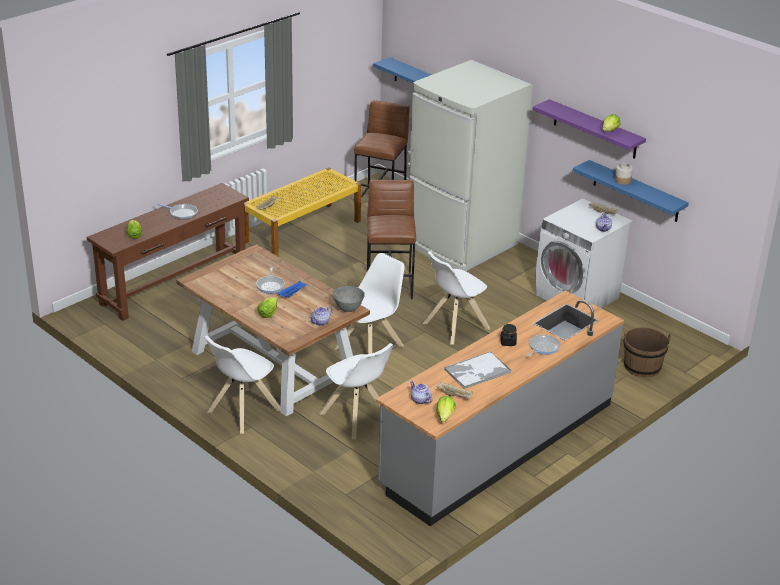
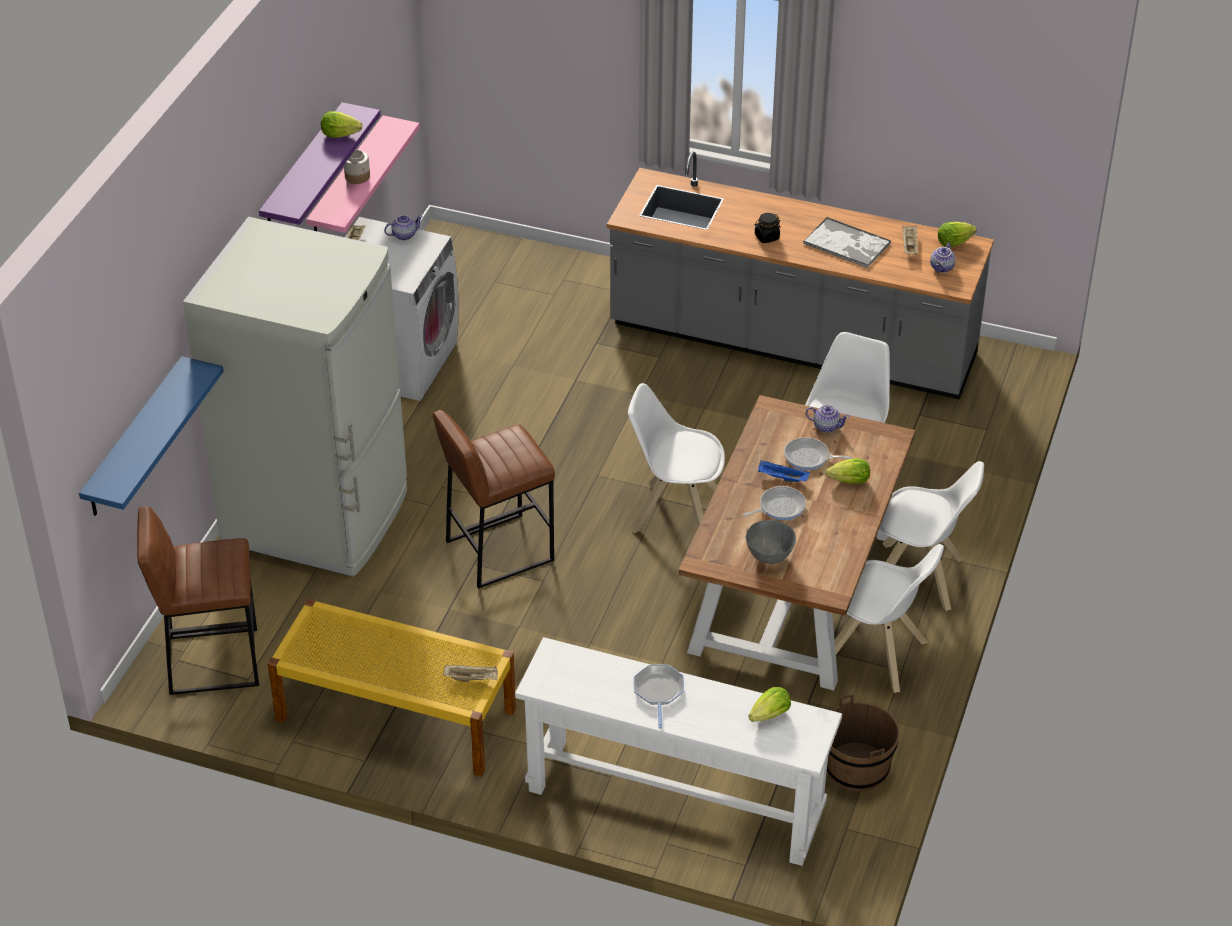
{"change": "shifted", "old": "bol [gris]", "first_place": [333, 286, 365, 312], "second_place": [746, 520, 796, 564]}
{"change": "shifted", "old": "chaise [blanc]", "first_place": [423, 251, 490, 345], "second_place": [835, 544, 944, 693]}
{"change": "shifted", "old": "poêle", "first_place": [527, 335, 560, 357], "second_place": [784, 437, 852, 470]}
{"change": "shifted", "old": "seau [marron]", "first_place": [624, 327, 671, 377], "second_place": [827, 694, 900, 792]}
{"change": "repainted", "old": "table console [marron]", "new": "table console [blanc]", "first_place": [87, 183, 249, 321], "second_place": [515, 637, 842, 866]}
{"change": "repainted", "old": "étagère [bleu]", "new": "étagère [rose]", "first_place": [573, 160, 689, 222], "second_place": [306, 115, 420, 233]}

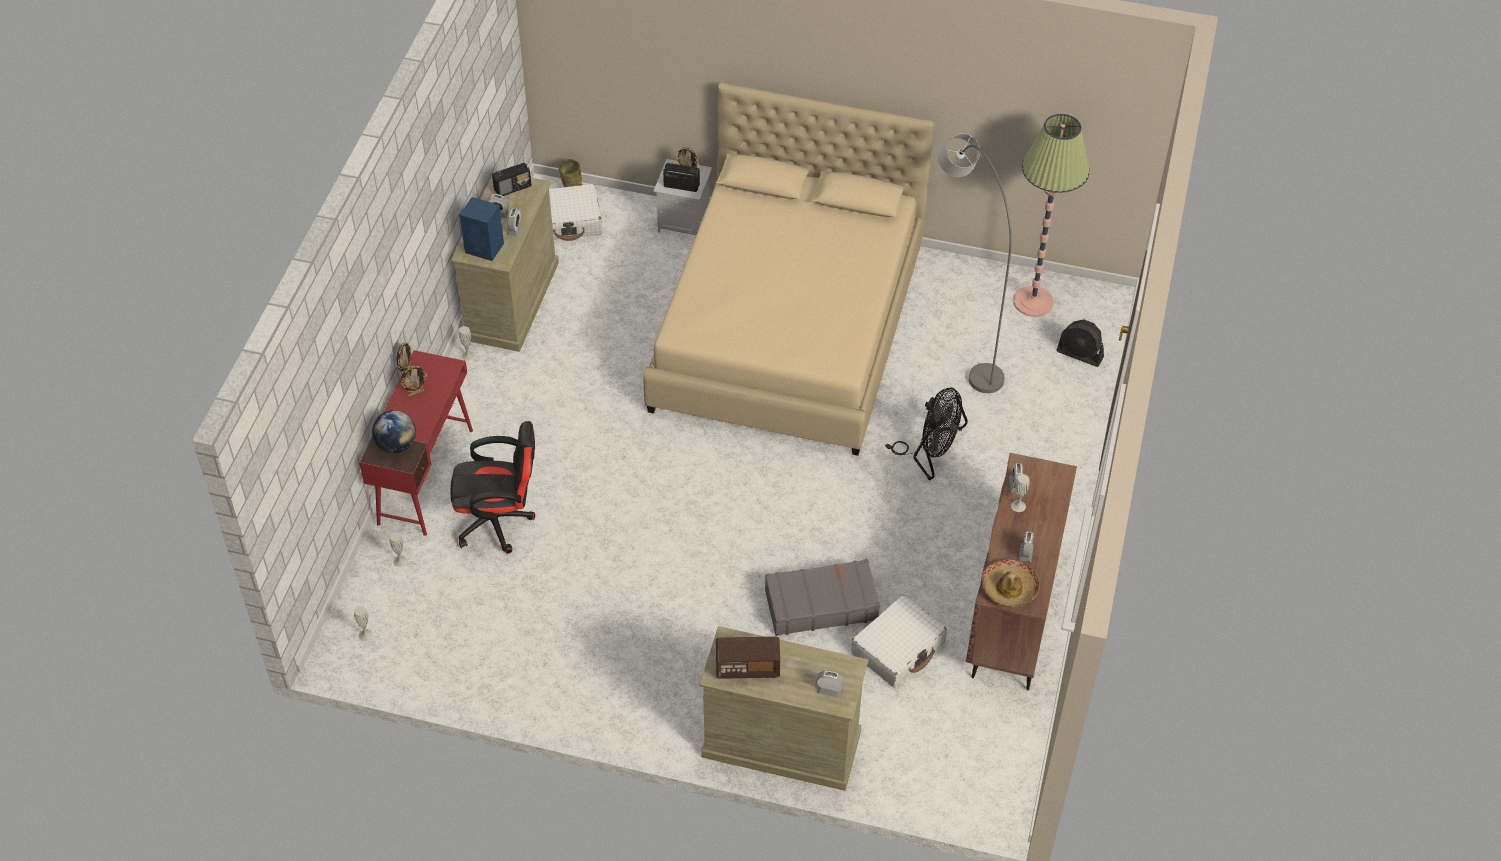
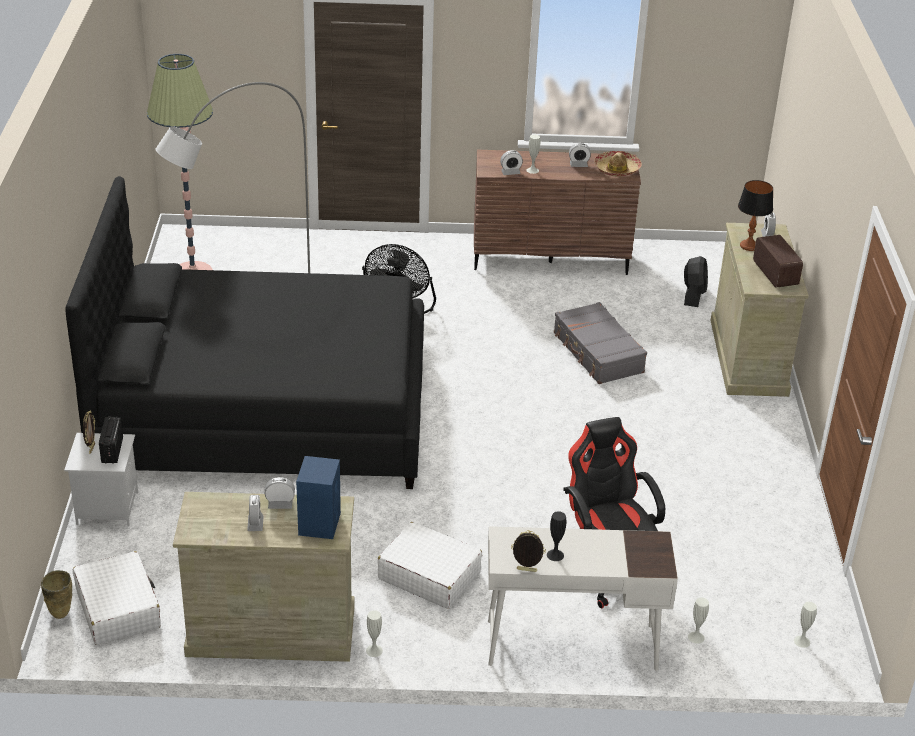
{"change": "gone", "old": "globe", "first_place": [372, 410, 416, 453]}
{"change": "gone", "old": "radio", "first_place": [492, 163, 531, 196]}
{"change": "new", "new": "lampe de table", "second_place": [738, 180, 773, 251]}
{"change": "shifted", "old": "valise [blanc]", "first_place": [851, 595, 947, 687], "second_place": [377, 522, 482, 609]}
{"change": "shifted", "old": "ventilateur [noir]", "first_place": [1056, 319, 1104, 367], "second_place": [684, 256, 708, 307]}
{"change": "swapped", "old": "cadre photo", "new": "vase [noir]", "first_place": [401, 365, 427, 396], "second_place": [547, 511, 566, 561]}
{"change": "repainted", "old": "bureau [rouge]", "new": "bureau [blanc]", "first_place": [359, 350, 473, 536], "second_place": [488, 526, 678, 671]}
{"change": "repainted", "old": "lit [beige]", "new": "lit [noir]", "first_place": [643, 82, 934, 456], "second_place": [65, 176, 424, 489]}

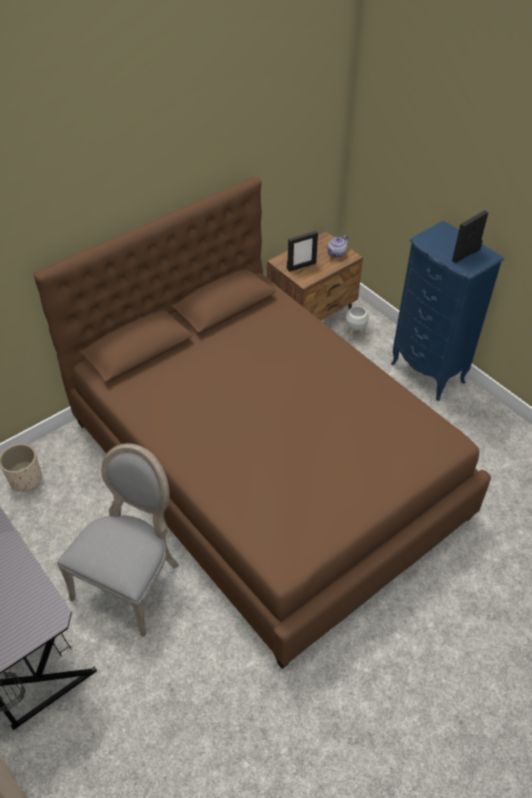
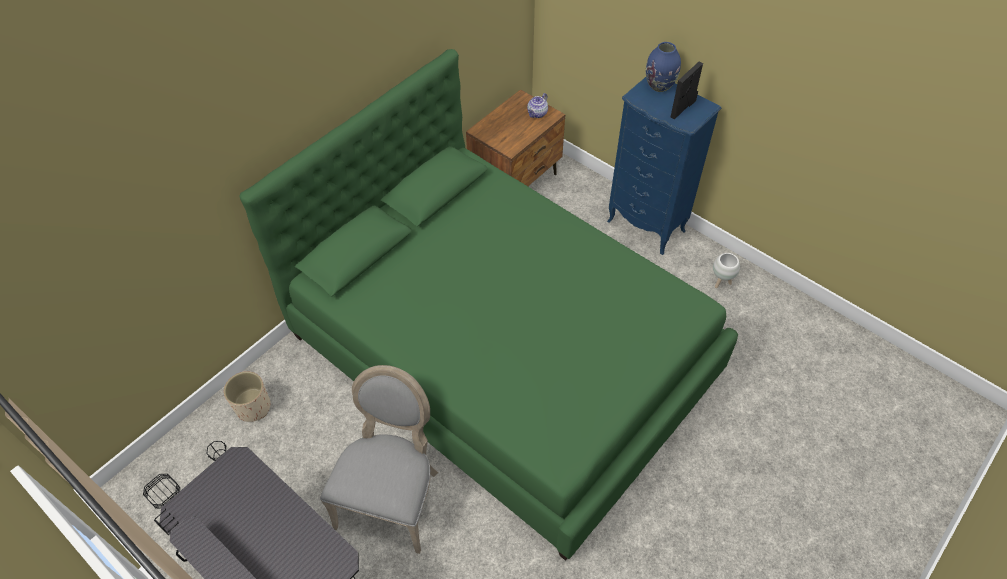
{"change": "gone", "old": "cadre photo", "first_place": [287, 231, 318, 272]}
{"change": "new", "new": "vase [bleu]", "second_place": [646, 42, 681, 92]}
{"change": "shifted", "old": "cache-pot [blanc]", "first_place": [346, 306, 368, 338], "second_place": [713, 253, 740, 288]}
{"change": "repainted", "old": "lit [marron]", "new": "lit [vert]", "first_place": [34, 176, 491, 669], "second_place": [240, 49, 738, 561]}

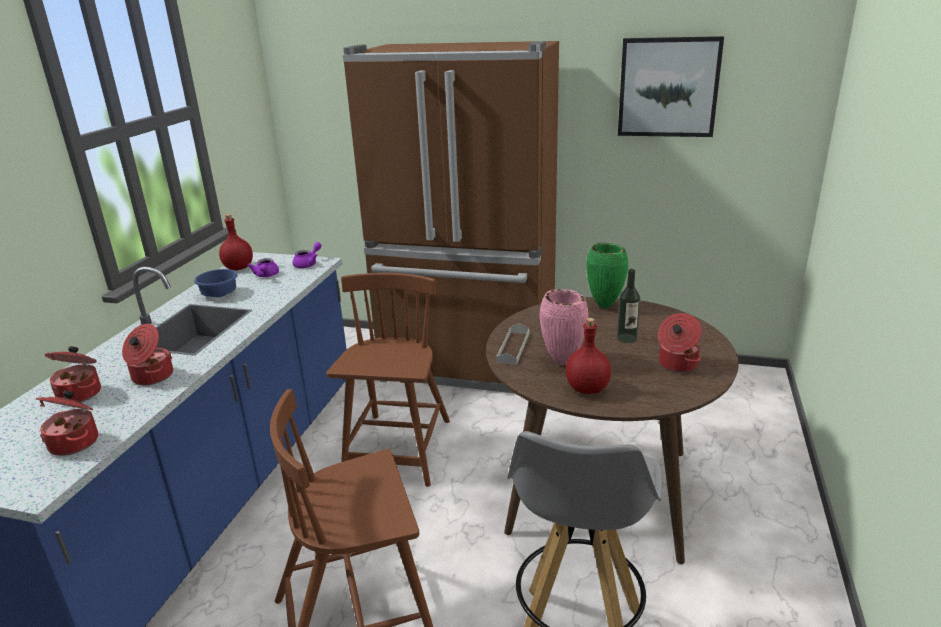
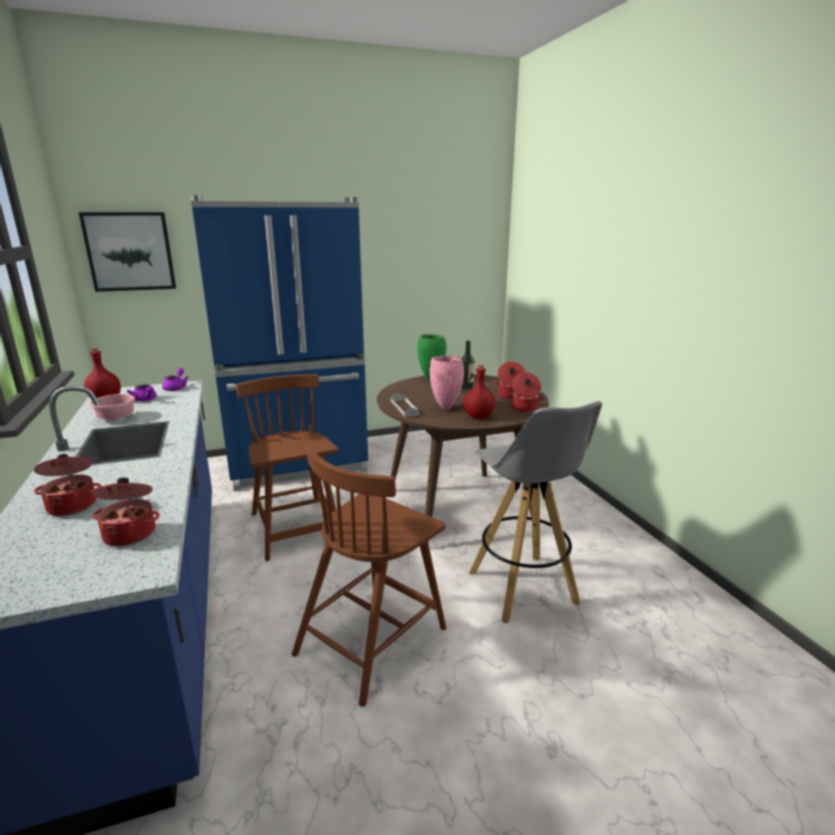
{"change": "shifted", "old": "marmite", "first_place": [122, 324, 173, 385], "second_place": [506, 372, 545, 413]}
{"change": "shifted", "old": "tableau", "first_place": [618, 36, 724, 137], "second_place": [79, 212, 176, 292]}
{"change": "repainted", "old": "bol [bleu]", "new": "bol [rose]", "first_place": [194, 269, 238, 297], "second_place": [89, 394, 135, 420]}
{"change": "repainted", "old": "réfrigérateur [marron]", "new": "réfrigérateur [bleu]", "first_place": [343, 41, 559, 393], "second_place": [191, 195, 368, 491]}

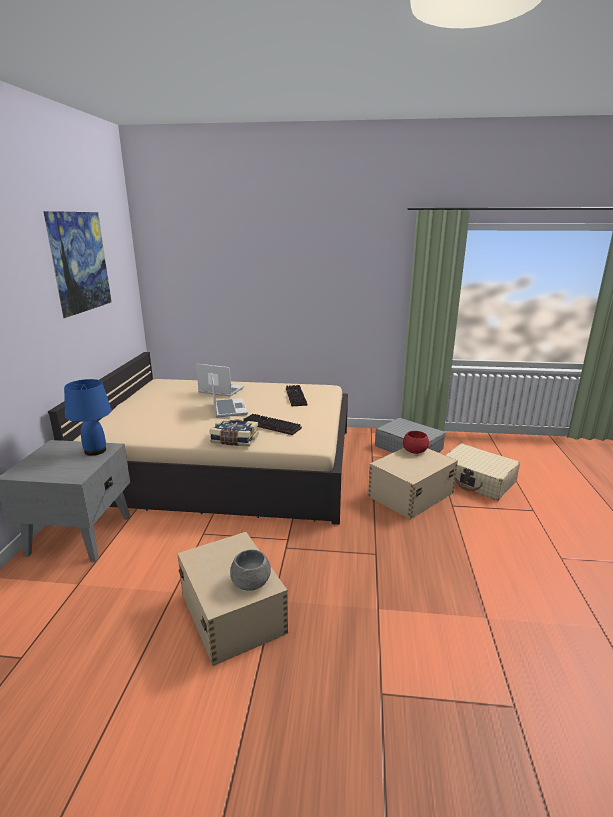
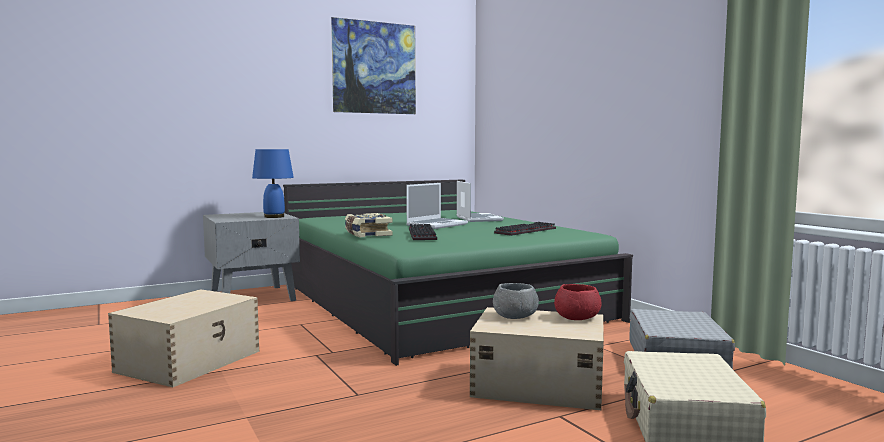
{"change": "shifted", "old": "bol [gris]", "first_place": [230, 550, 271, 591], "second_place": [493, 283, 539, 319]}
{"change": "repainted", "old": "lit [beige]", "new": "lit [vert]", "first_place": [48, 352, 348, 525], "second_place": [283, 180, 633, 366]}

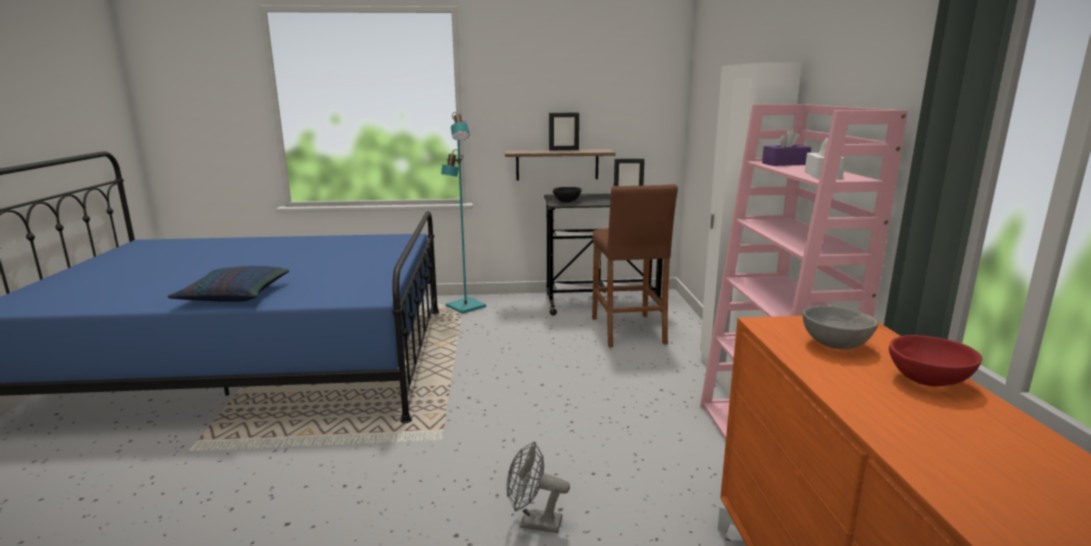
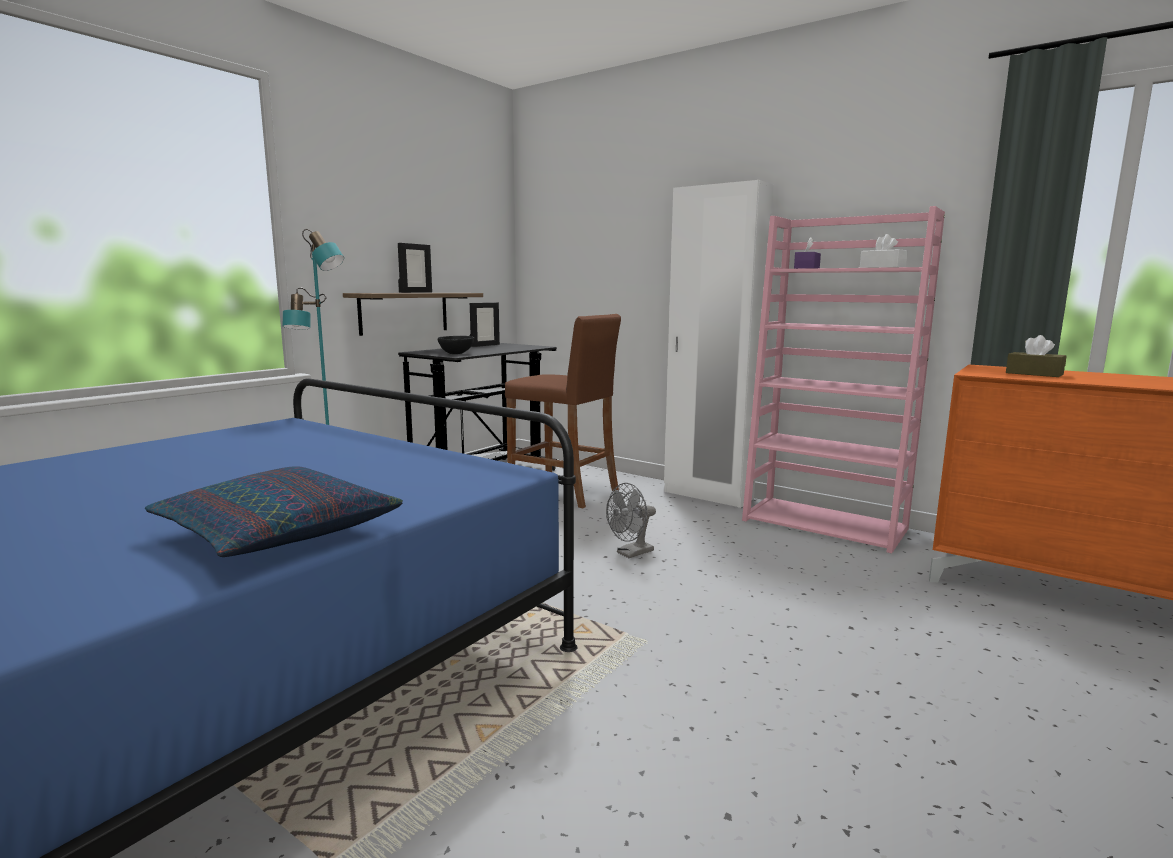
{"change": "gone", "old": "bol [rouge]", "first_place": [889, 335, 982, 386]}
{"change": "shifted", "old": "ventilateur [gris]", "first_place": [507, 441, 570, 533], "second_place": [606, 483, 656, 558]}
{"change": "swapped", "old": "bol [gris]", "new": "boîte à mouchoirs [marron]", "first_place": [803, 306, 878, 349], "second_place": [1006, 335, 1066, 377]}

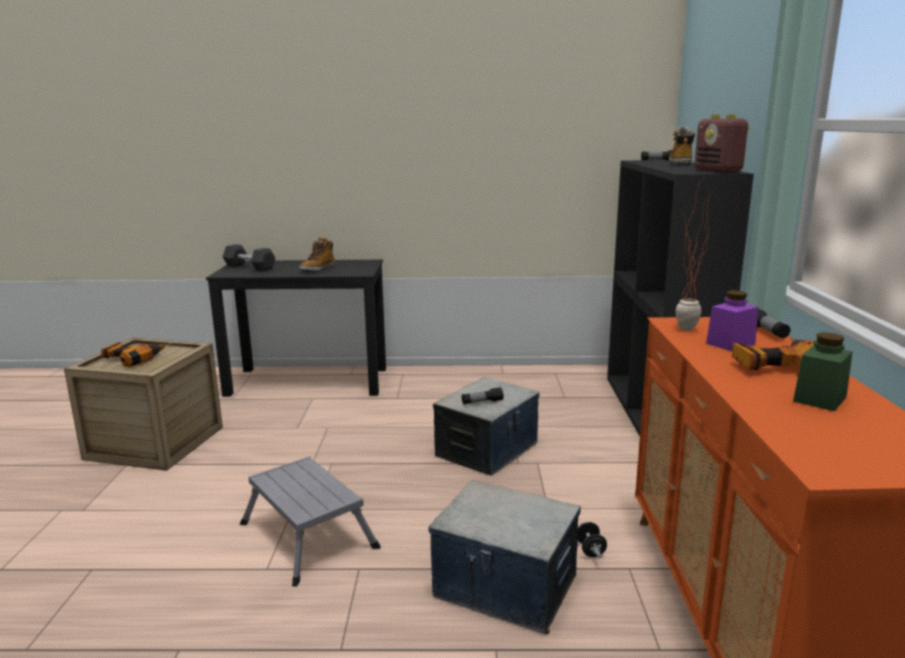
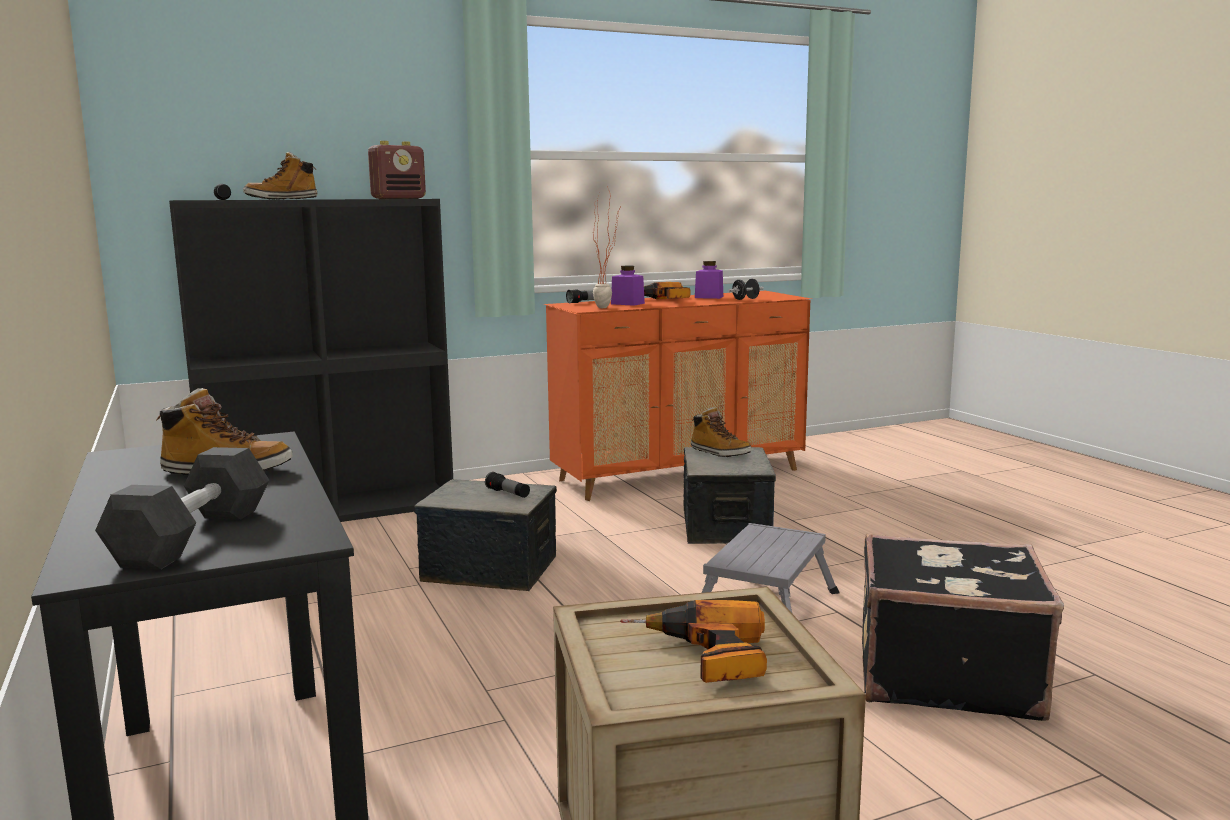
{"change": "new", "new": "botte", "second_place": [691, 407, 752, 457]}
{"change": "new", "new": "valise [noir]", "second_place": [862, 534, 1064, 721]}
{"change": "shifted", "old": "haltère [noir]", "first_place": [577, 522, 607, 558], "second_place": [728, 279, 764, 300]}
{"change": "repainted", "old": "bocal [vert]", "new": "bocal [violet]", "first_place": [793, 332, 853, 412], "second_place": [695, 261, 723, 299]}

